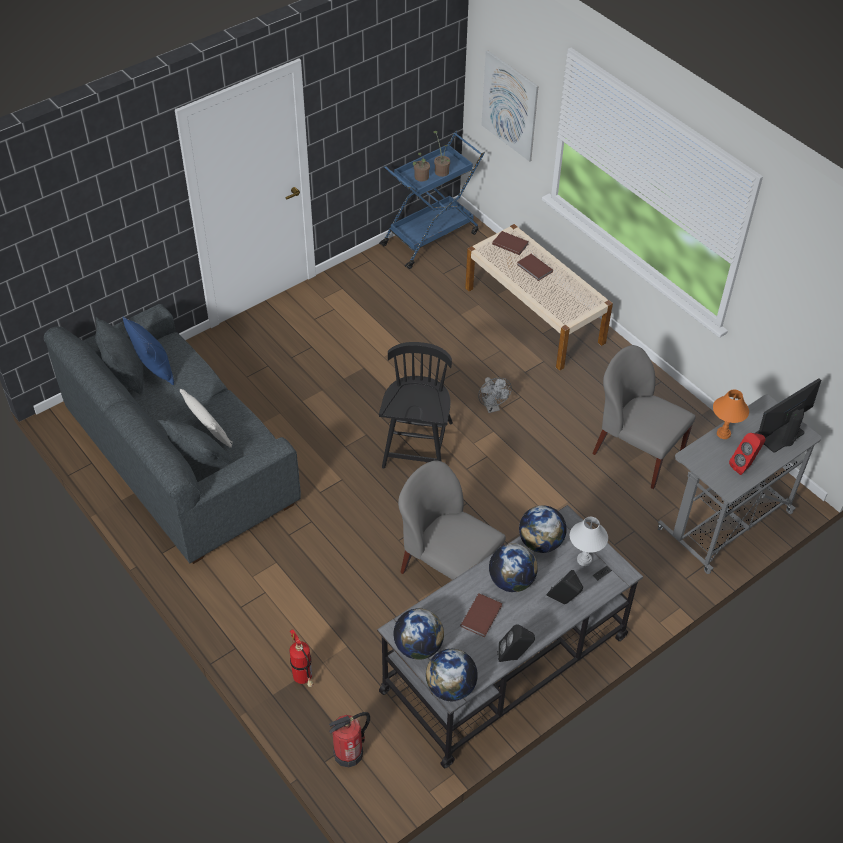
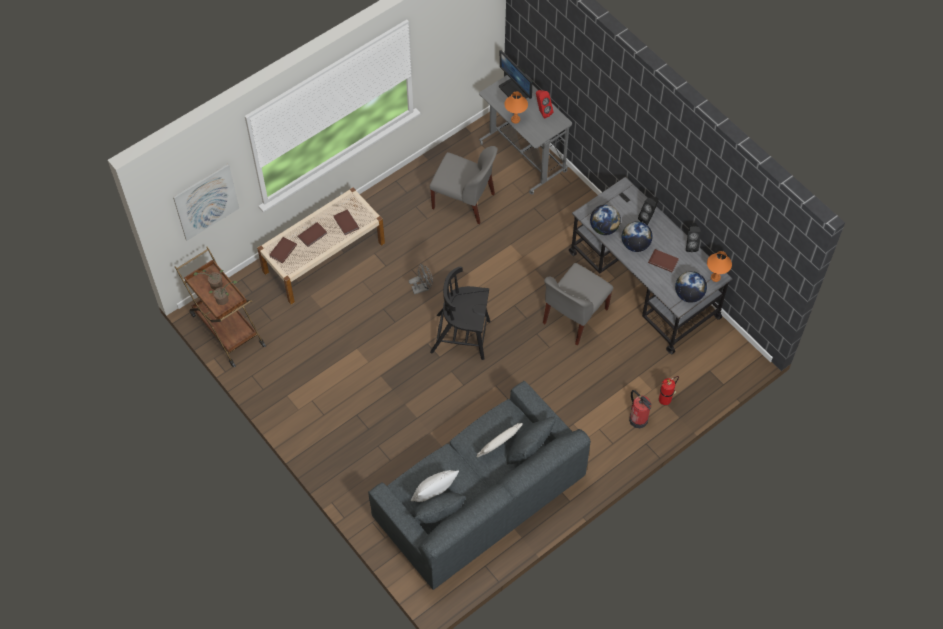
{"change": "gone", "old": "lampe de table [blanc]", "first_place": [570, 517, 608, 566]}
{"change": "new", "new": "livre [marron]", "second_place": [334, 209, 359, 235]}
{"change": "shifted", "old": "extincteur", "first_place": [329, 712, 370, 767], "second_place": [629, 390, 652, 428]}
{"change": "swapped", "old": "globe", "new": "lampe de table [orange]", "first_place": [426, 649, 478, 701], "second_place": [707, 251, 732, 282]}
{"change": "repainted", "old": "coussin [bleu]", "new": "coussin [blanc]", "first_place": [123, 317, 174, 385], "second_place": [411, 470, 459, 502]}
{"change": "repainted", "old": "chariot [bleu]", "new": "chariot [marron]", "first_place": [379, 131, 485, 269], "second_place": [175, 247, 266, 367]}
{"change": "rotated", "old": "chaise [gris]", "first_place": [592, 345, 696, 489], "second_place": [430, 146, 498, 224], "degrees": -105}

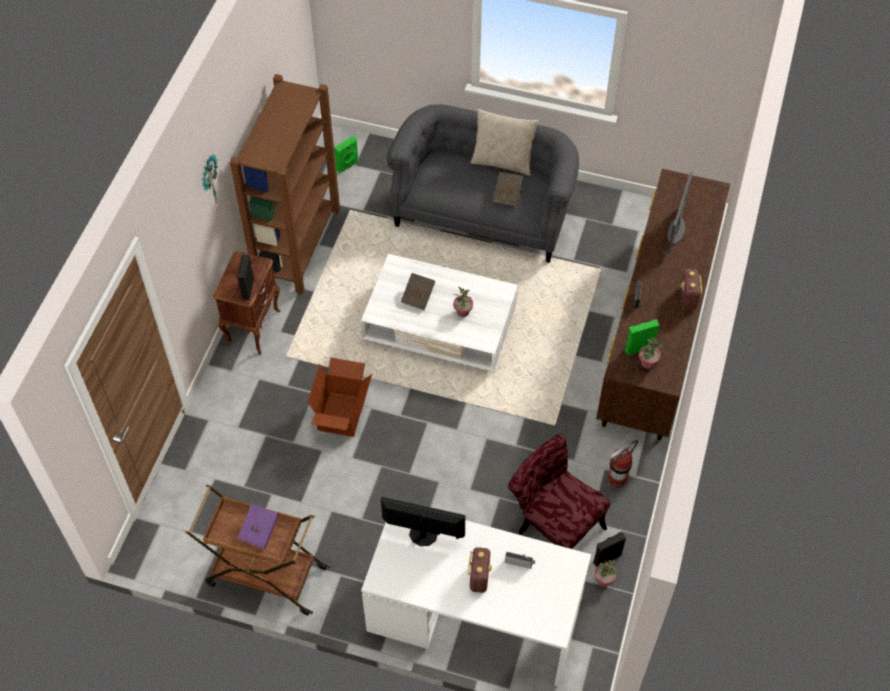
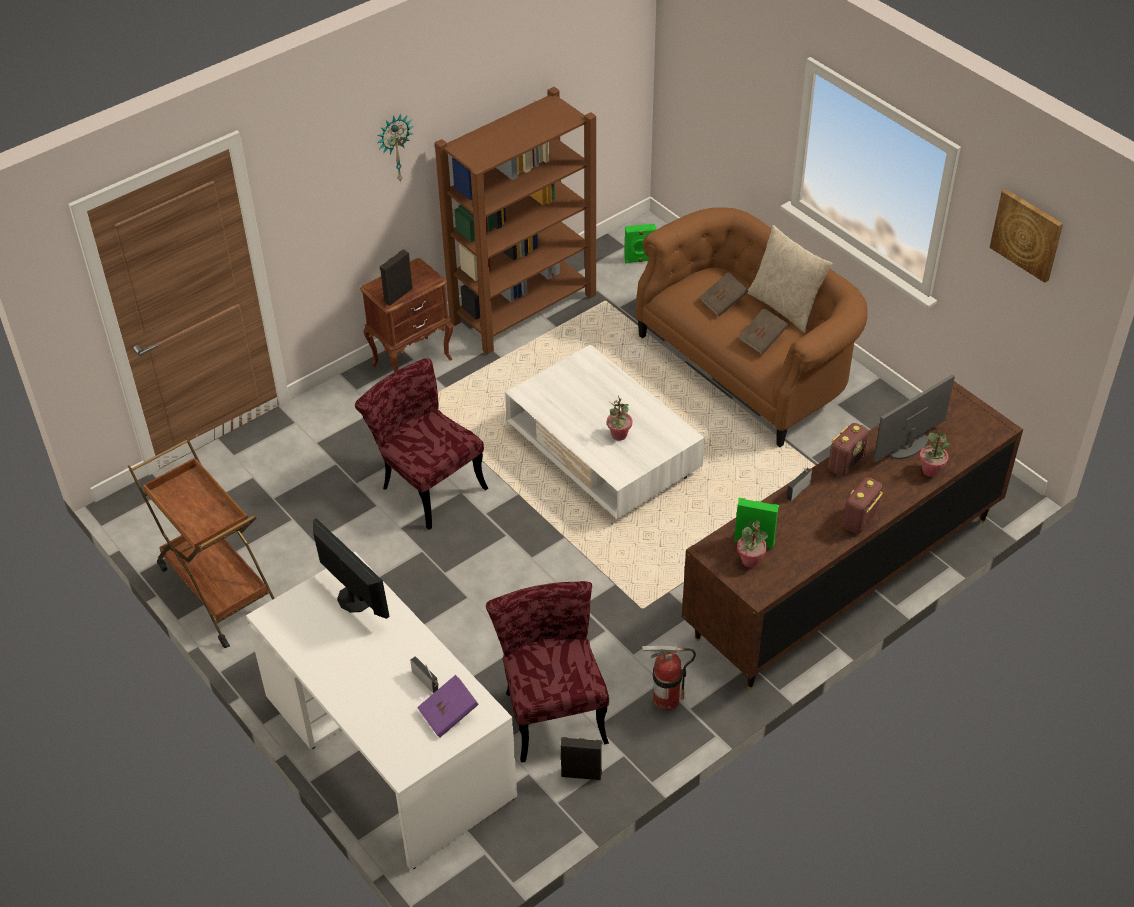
{"change": "new", "new": "tableau", "second_place": [989, 189, 1063, 283]}
{"change": "shifted", "old": "livre [violet]", "first_place": [238, 504, 279, 549], "second_place": [417, 675, 479, 738]}
{"change": "shifted", "old": "livre [marron]", "first_place": [401, 273, 435, 310], "second_place": [700, 272, 748, 316]}
{"change": "shifted", "old": "radio", "first_place": [468, 547, 492, 593], "second_place": [828, 423, 869, 476]}
{"change": "shifted", "old": "plante en pot", "first_place": [594, 560, 616, 587], "second_place": [919, 430, 950, 477]}
{"change": "swapped", "old": "carton", "new": "chaise [rouge]", "first_place": [308, 358, 372, 437], "second_place": [355, 358, 488, 530]}
{"change": "repainted", "old": "canapé [gris]", "new": "canapé [marron]", "first_place": [387, 104, 579, 263], "second_place": [636, 207, 868, 447]}

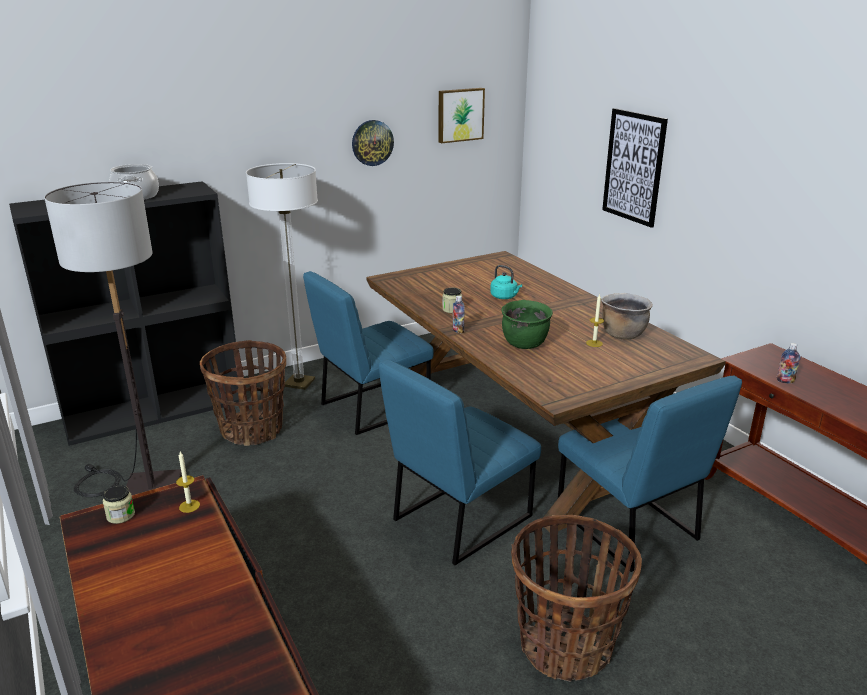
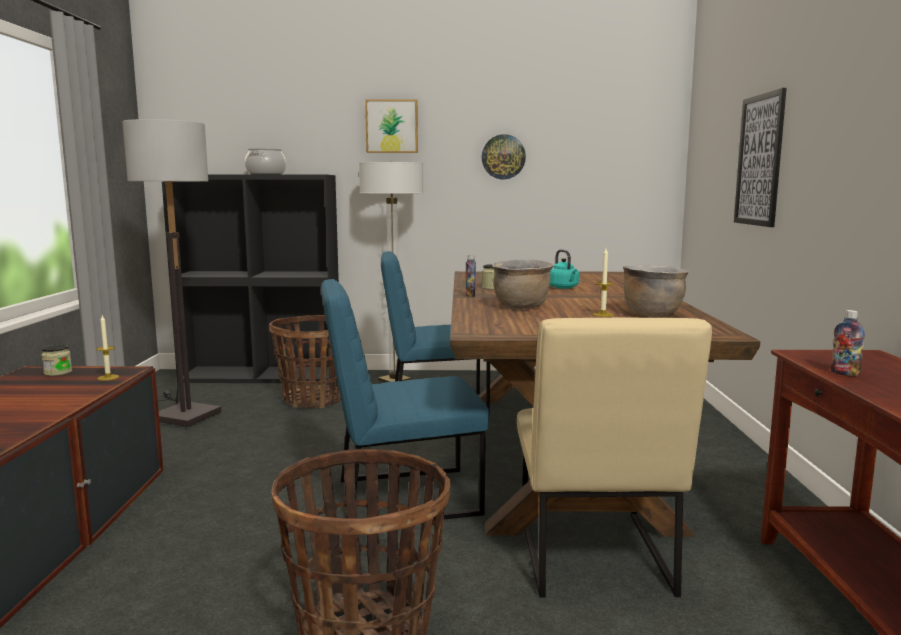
{"change": "shifted", "old": "tableau", "first_place": [439, 88, 485, 144], "second_place": [365, 99, 418, 153]}
{"change": "repainted", "old": "marmite [vert]", "new": "marmite [marron]", "first_place": [501, 300, 553, 349], "second_place": [492, 260, 553, 309]}
{"change": "repainted", "old": "chaise [bleu]", "new": "chaise [beige]", "first_place": [558, 376, 742, 572], "second_place": [517, 318, 712, 598]}

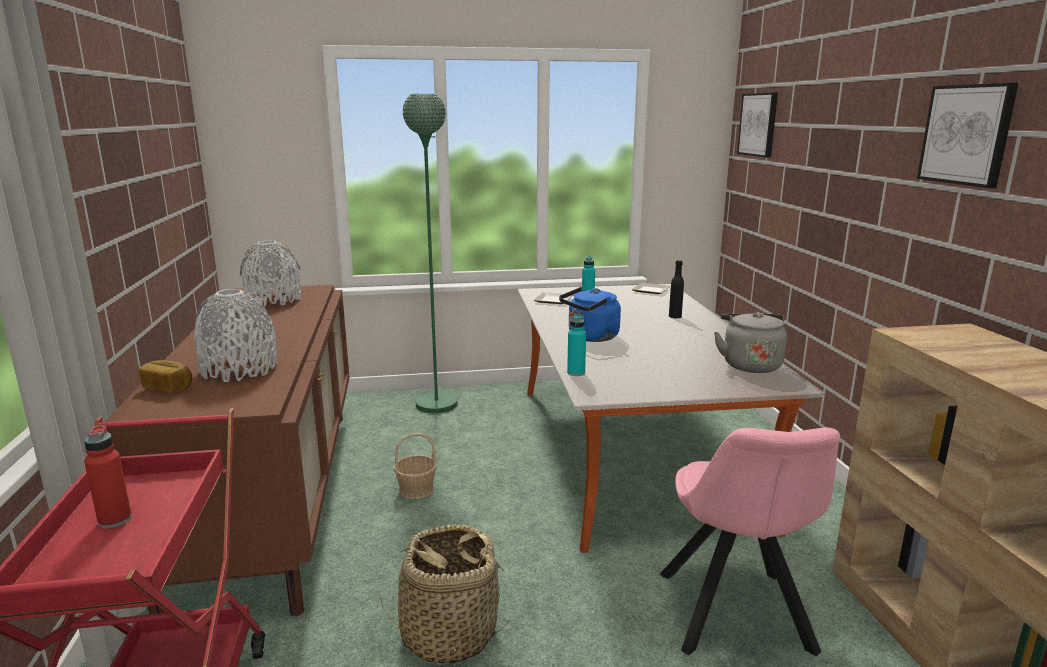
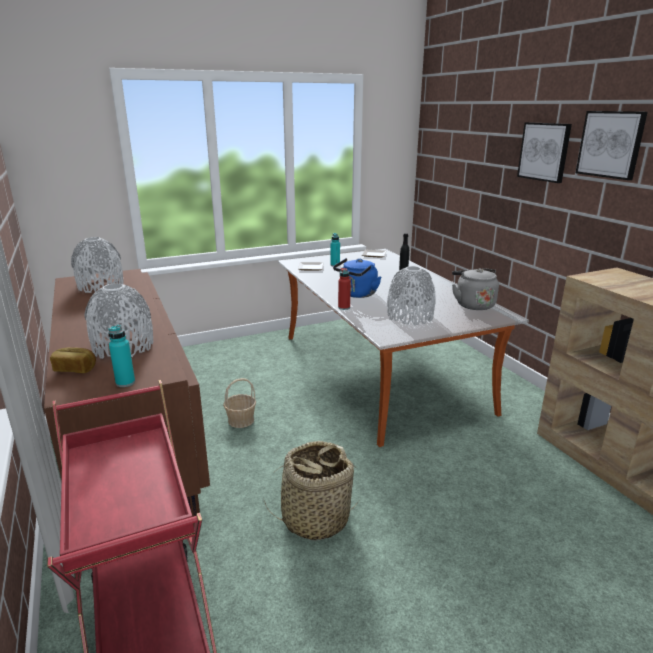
{"change": "gone", "old": "lampadaire [vert]", "first_place": [403, 94, 457, 413]}
{"change": "gone", "old": "chaise [rose]", "first_place": [659, 428, 840, 656]}
{"change": "new", "new": "vase [gris]", "second_place": [387, 266, 436, 325]}
{"change": "shifted", "old": "bouteille [rouge]", "first_place": [84, 425, 132, 528], "second_place": [338, 268, 351, 310]}
{"change": "shifted", "old": "bouteille [turquoise]", "first_place": [567, 315, 586, 376], "second_place": [108, 325, 135, 387]}
{"change": "shifted", "old": "tableau", "first_place": [737, 93, 778, 158], "second_place": [517, 122, 572, 183]}

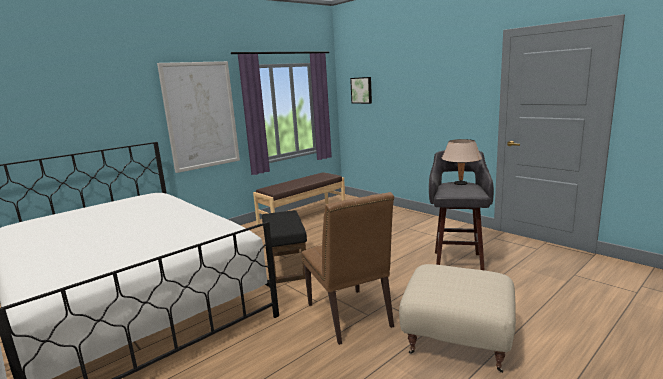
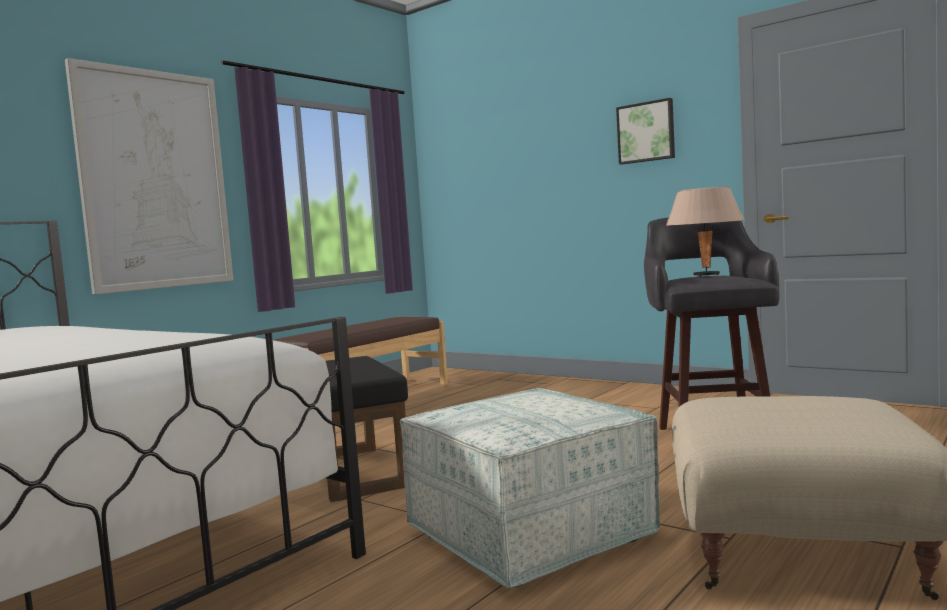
{"change": "shifted", "old": "tableau", "first_place": [350, 77, 372, 104], "second_place": [616, 98, 675, 164]}
{"change": "swapped", "old": "chaise [marron]", "new": "pouf [blanc]", "first_place": [301, 192, 394, 345], "second_place": [400, 388, 660, 588]}

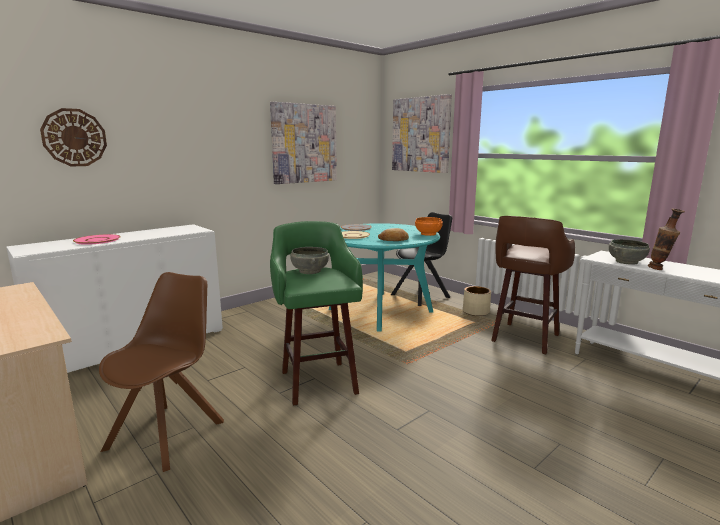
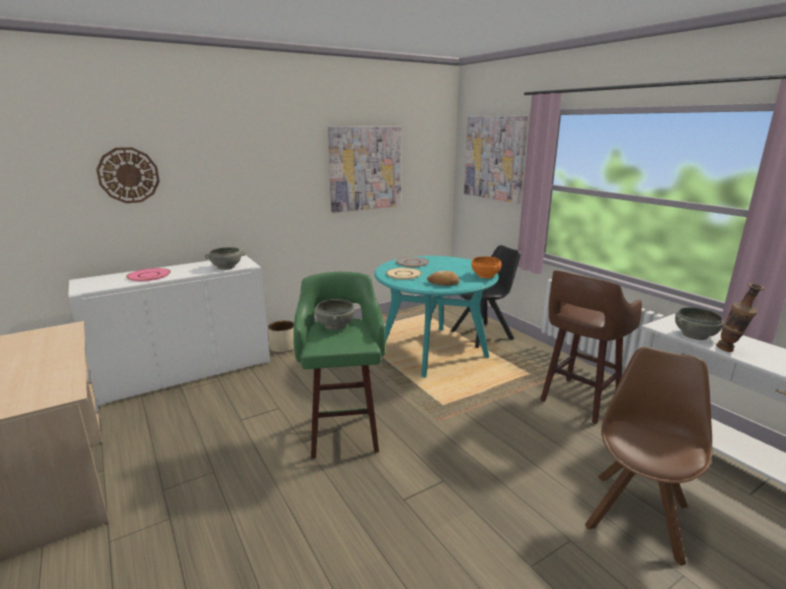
{"change": "new", "new": "bol [gris]", "second_place": [205, 247, 245, 270]}
{"change": "shifted", "old": "chaise [marron]", "first_place": [99, 272, 224, 472], "second_place": [585, 347, 712, 566]}
{"change": "shifted", "old": "cache-pot [beige]", "first_place": [463, 286, 491, 316], "second_place": [268, 321, 294, 353]}

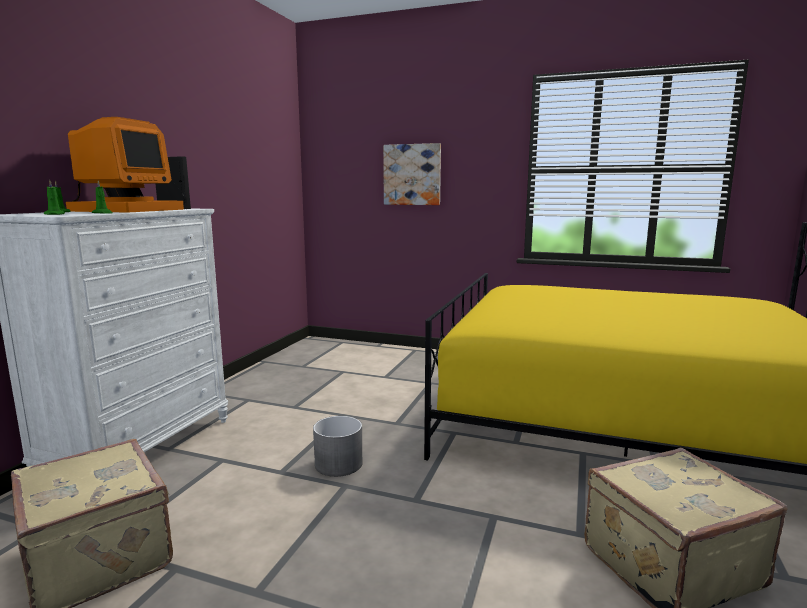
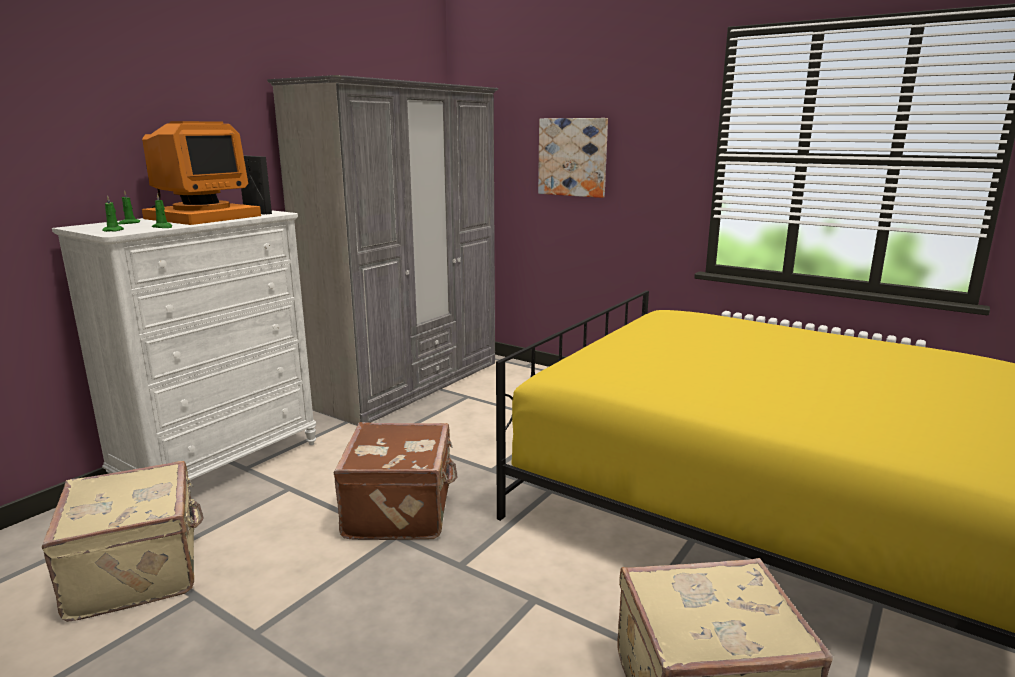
{"change": "new", "new": "armoire [gris]", "second_place": [267, 75, 498, 425]}
{"change": "swapped", "old": "cache-pot [gris]", "new": "valise [marron]", "first_place": [313, 416, 363, 477], "second_place": [334, 422, 457, 540]}

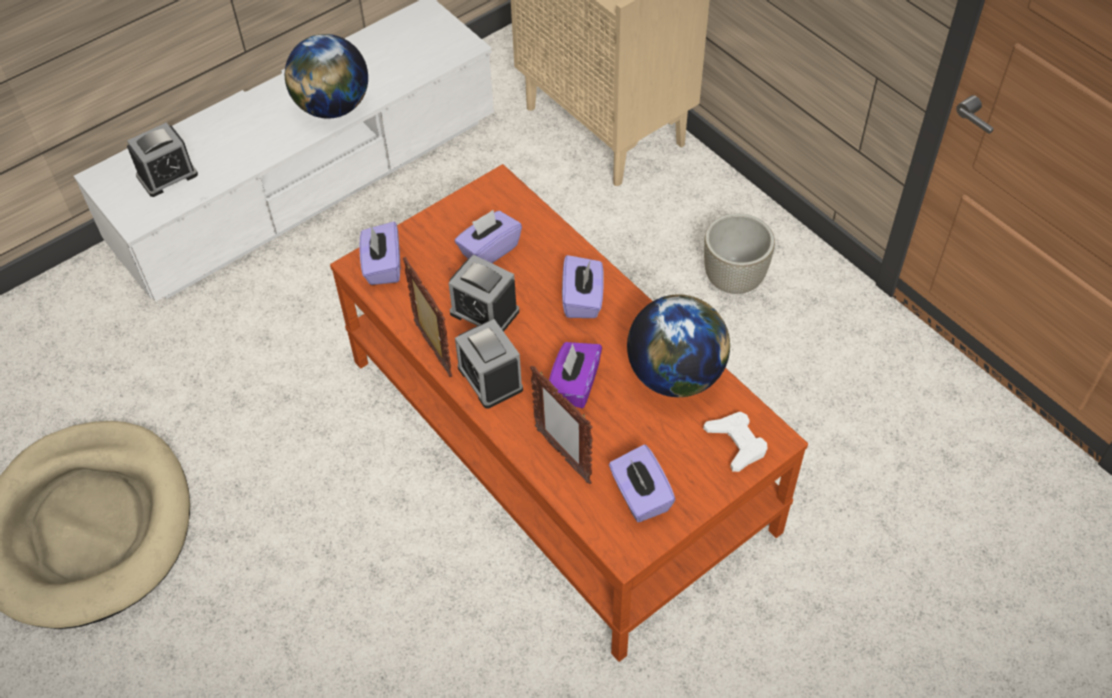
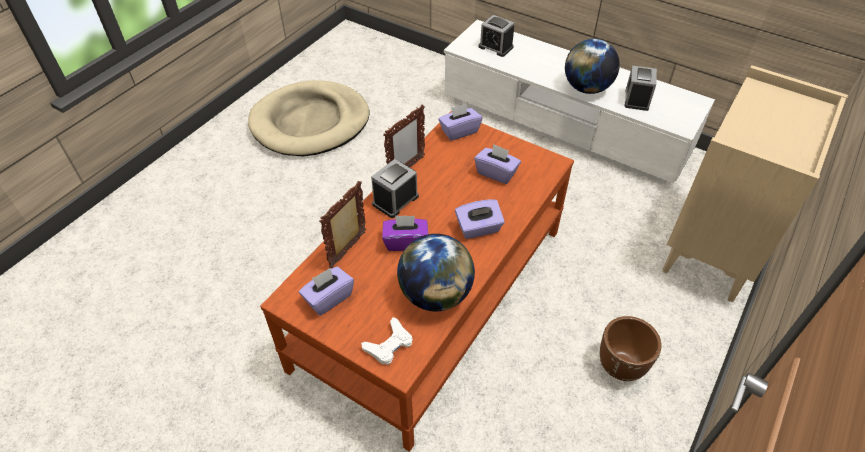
{"change": "shifted", "old": "réveil", "first_place": [449, 254, 519, 332], "second_place": [624, 66, 657, 111]}
{"change": "repainted", "old": "cache-pot [gris]", "new": "cache-pot [marron]", "first_place": [704, 213, 775, 294], "second_place": [600, 316, 662, 381]}

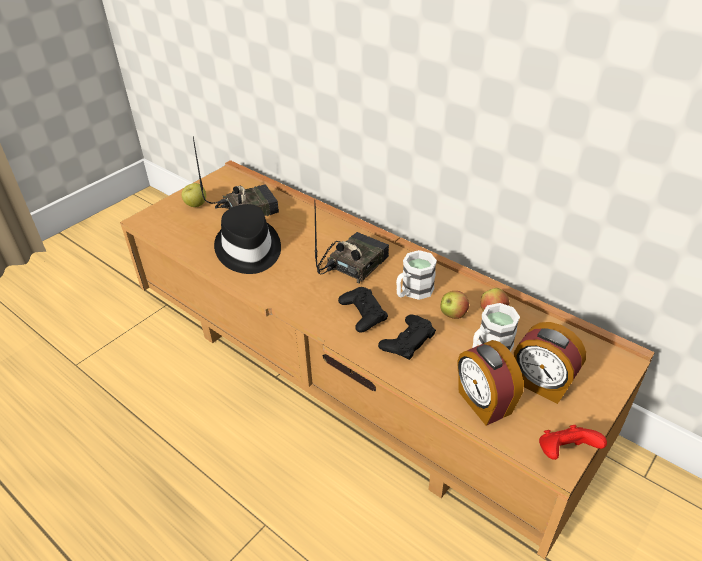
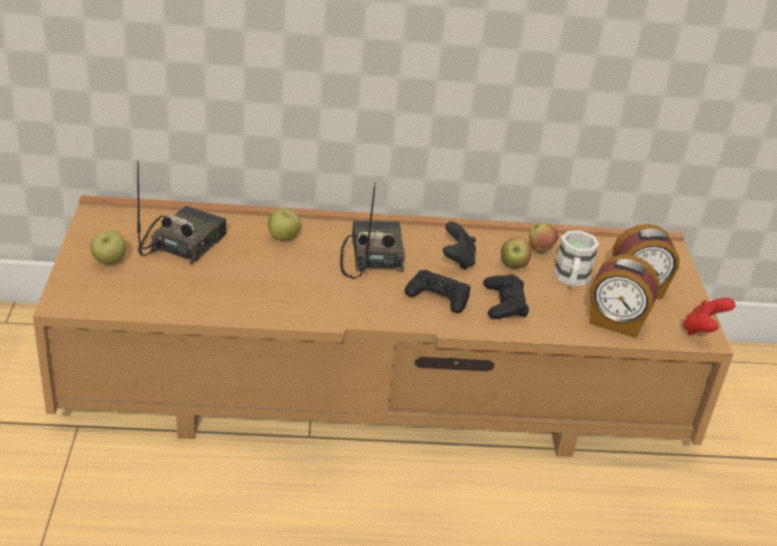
{"change": "gone", "old": "chapeau [noir]", "first_place": [214, 204, 281, 274]}
{"change": "new", "new": "pomme", "second_place": [268, 208, 301, 241]}
{"change": "swapped", "old": "mug [blanc]", "new": "manette [noir]", "first_place": [396, 250, 437, 300], "second_place": [443, 221, 476, 270]}

